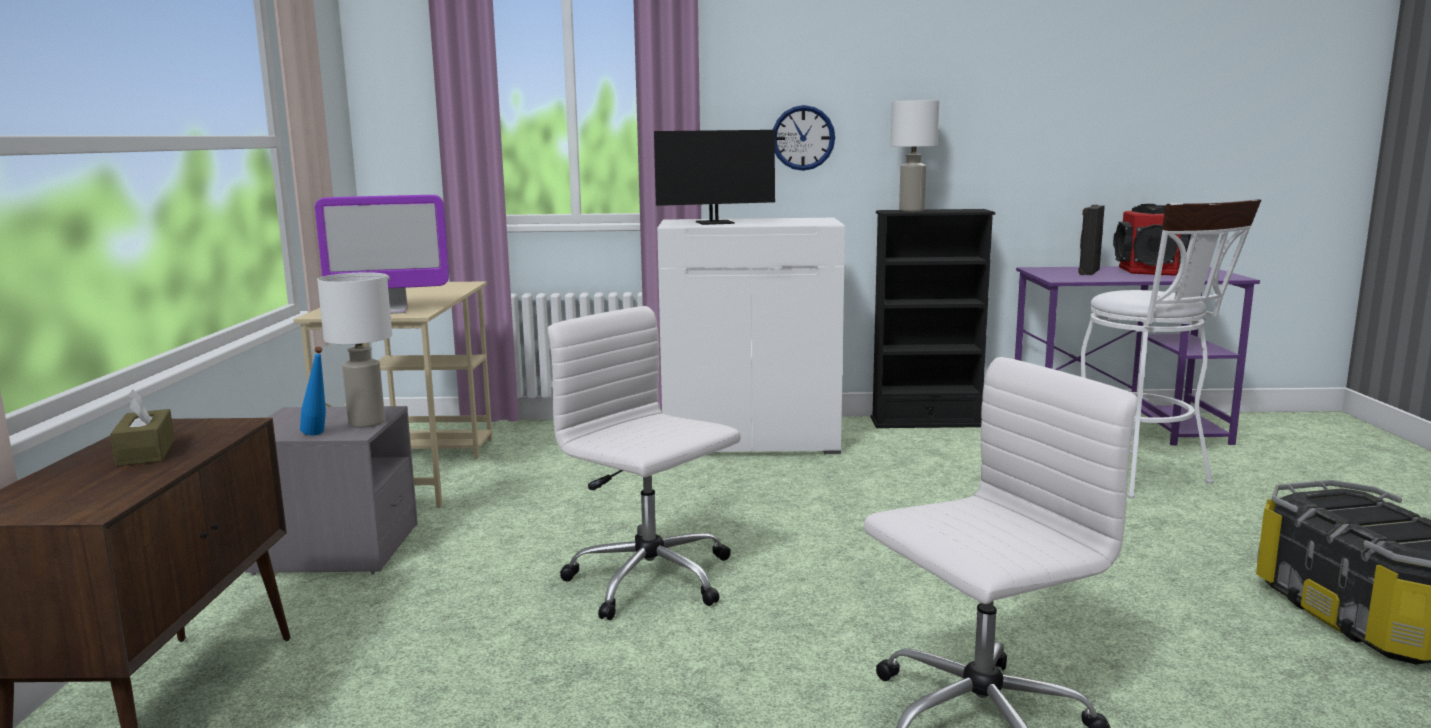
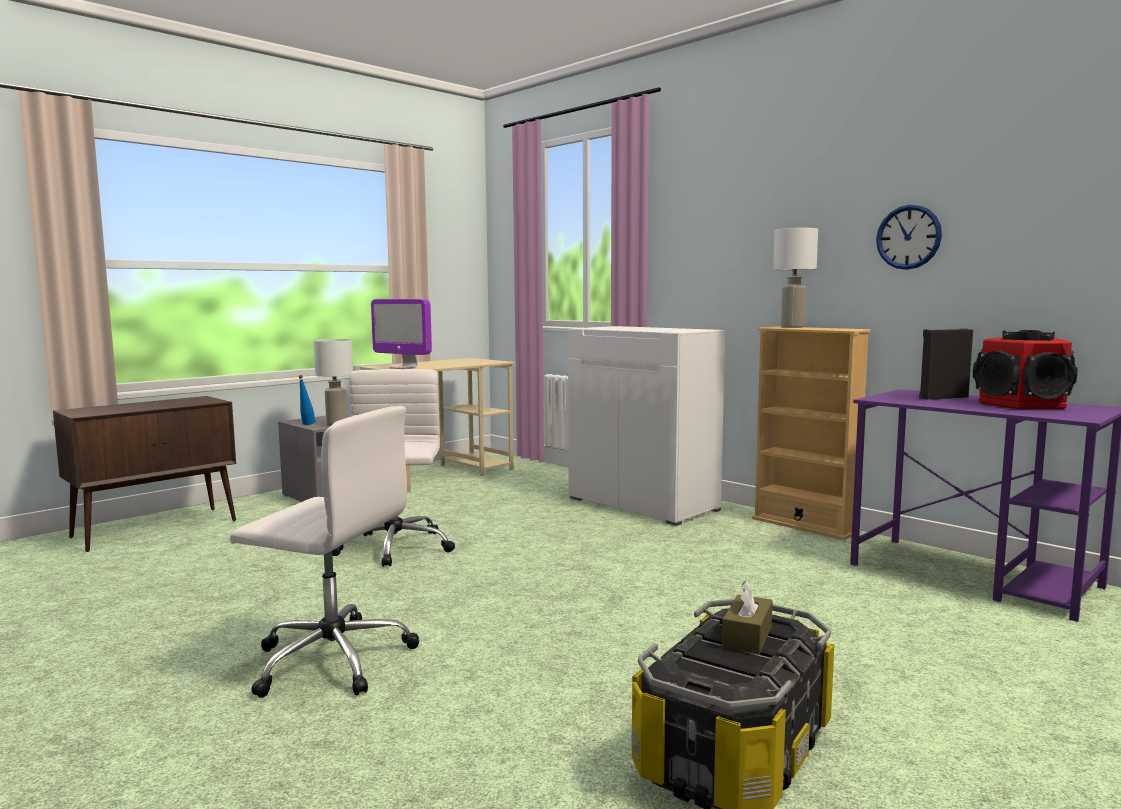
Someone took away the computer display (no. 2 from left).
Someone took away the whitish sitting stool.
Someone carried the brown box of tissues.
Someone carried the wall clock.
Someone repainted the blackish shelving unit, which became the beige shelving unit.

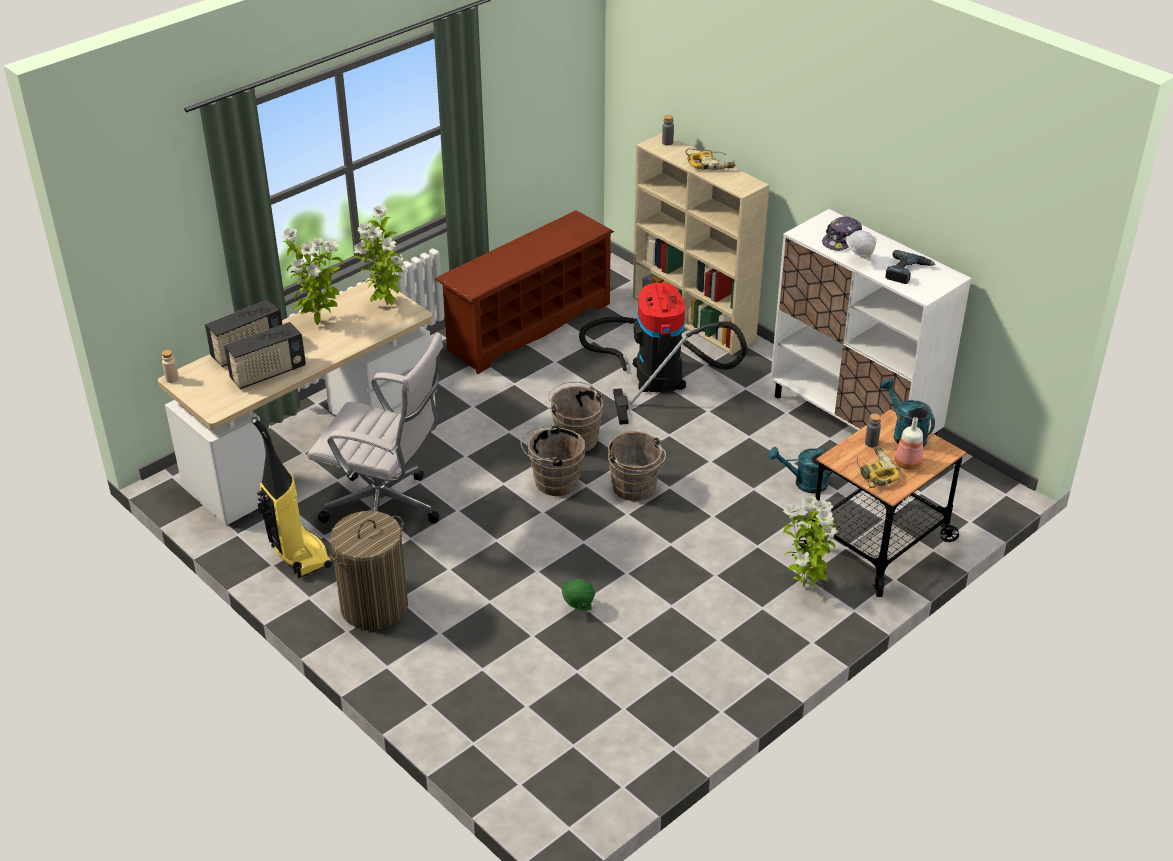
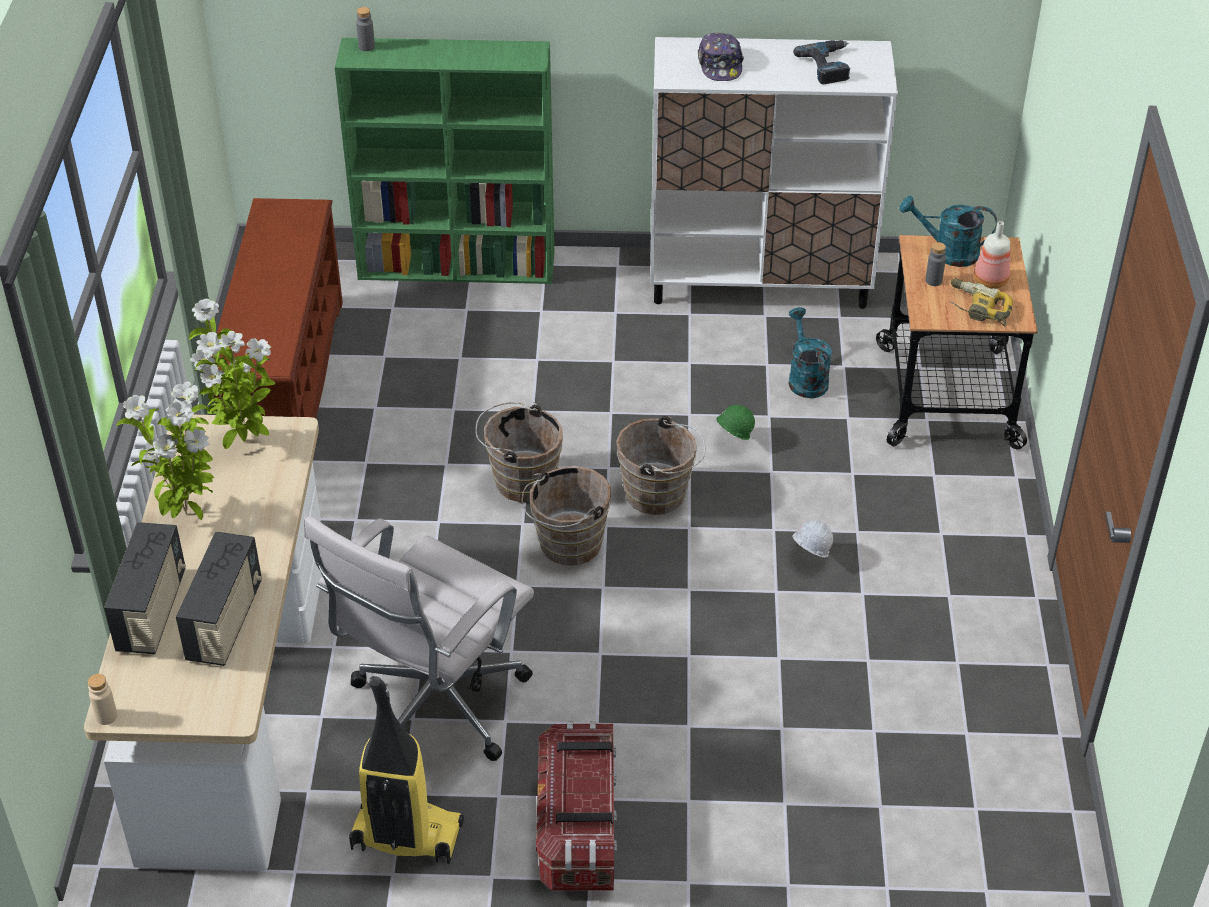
Someone took away the vacuum (no. 2 from left).
Someone took away the drill (no. 1 from left).
Someone took away the plant in a pot (no. 3 from left).
Someone carried the green work helmet.
Someone carried the whitish work helmet.
Someone swapped the washing basket for the storage bin.
Someone repainted the beige shelving unit, which became the green shelving unit.
Someone rotated the whitish office chair by 150 degrees clockwise.
Someone rotated the blue-green sprinkling can (no. 1 from left) by 120 degrees clockwise.

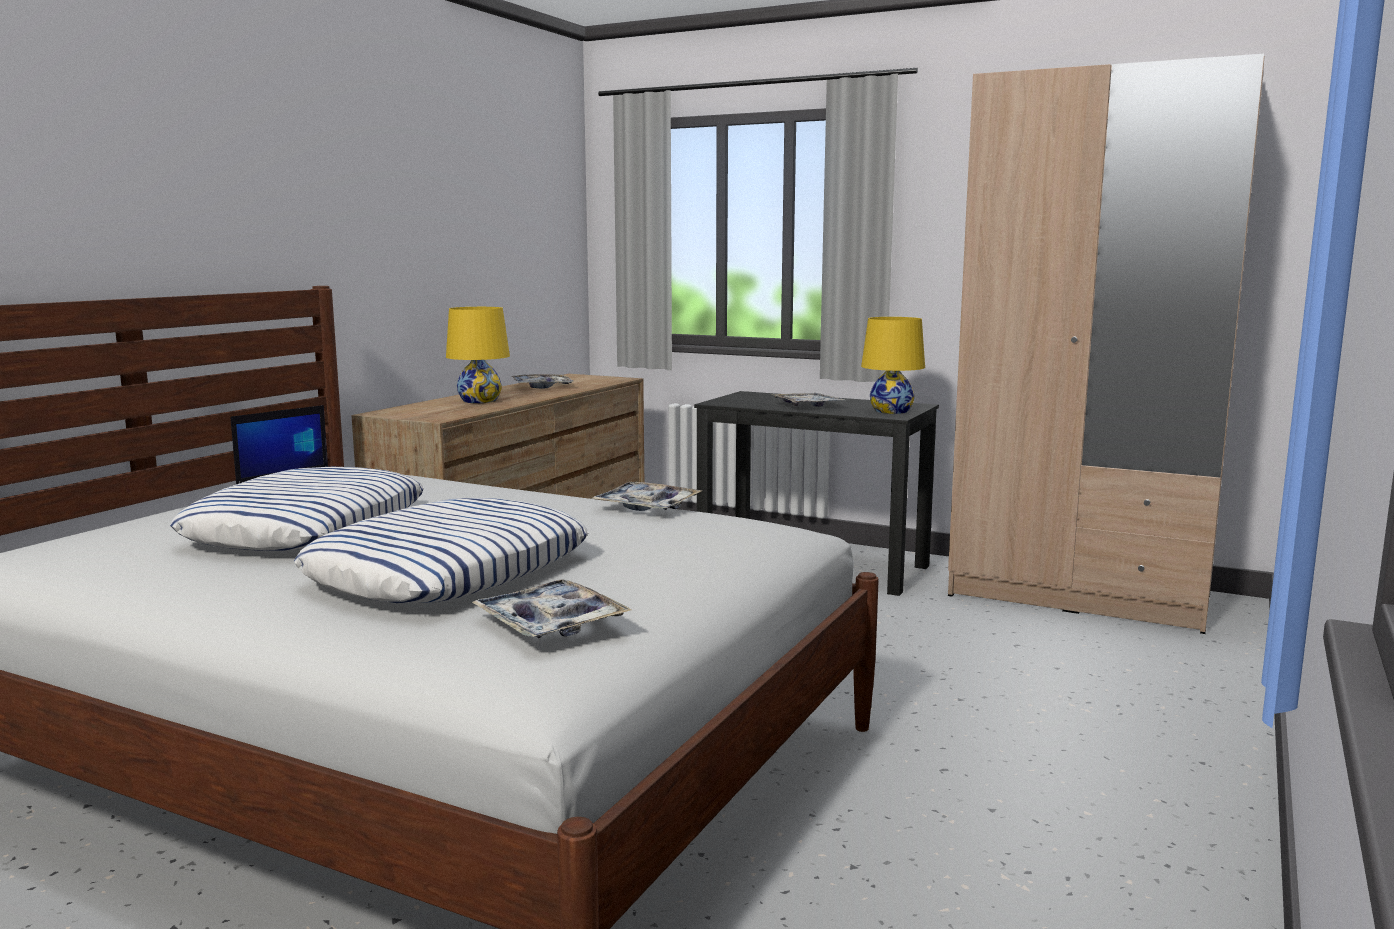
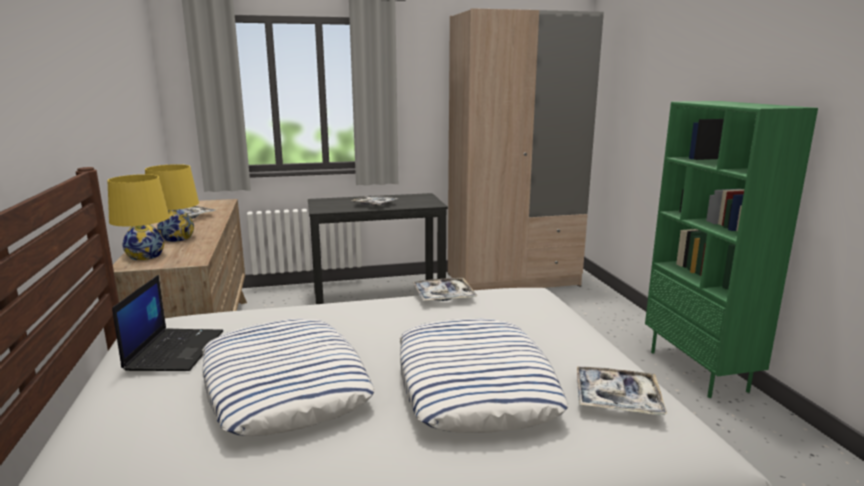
Someone put down the green shelving unit.
Someone carried the yellow-coloured lamp for a table (no. 2 from left in the first image).

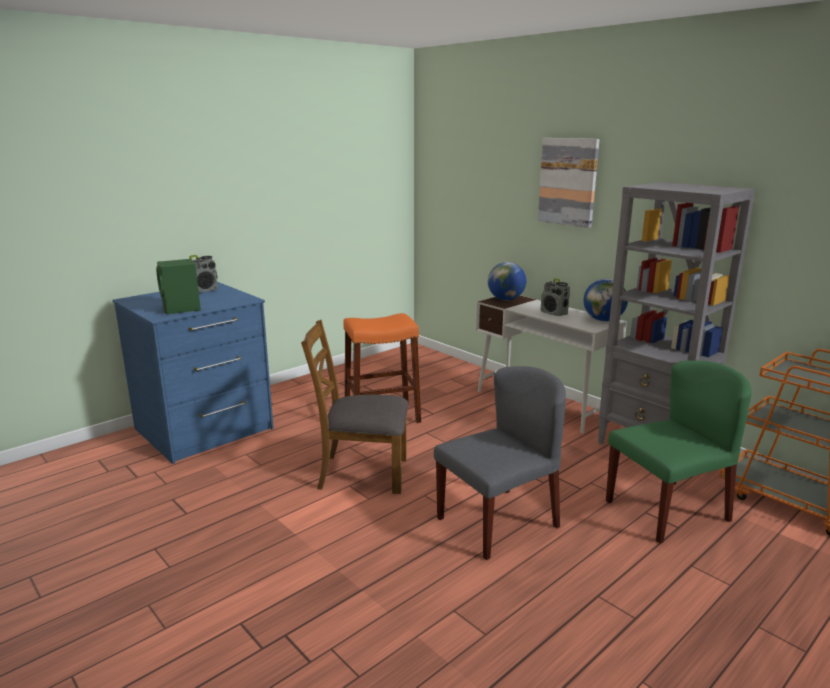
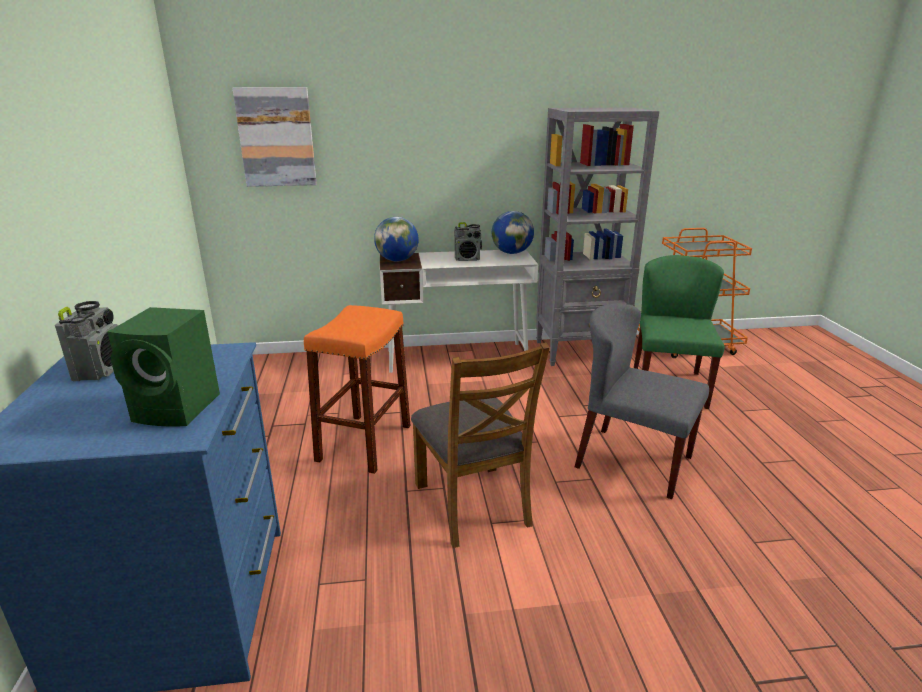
Someone carried the picture.
Someone rotated the brown plain chair by 60 degrees counterclockwise.
Someone rotated the gray plain chair by 60 degrees counterclockwise.

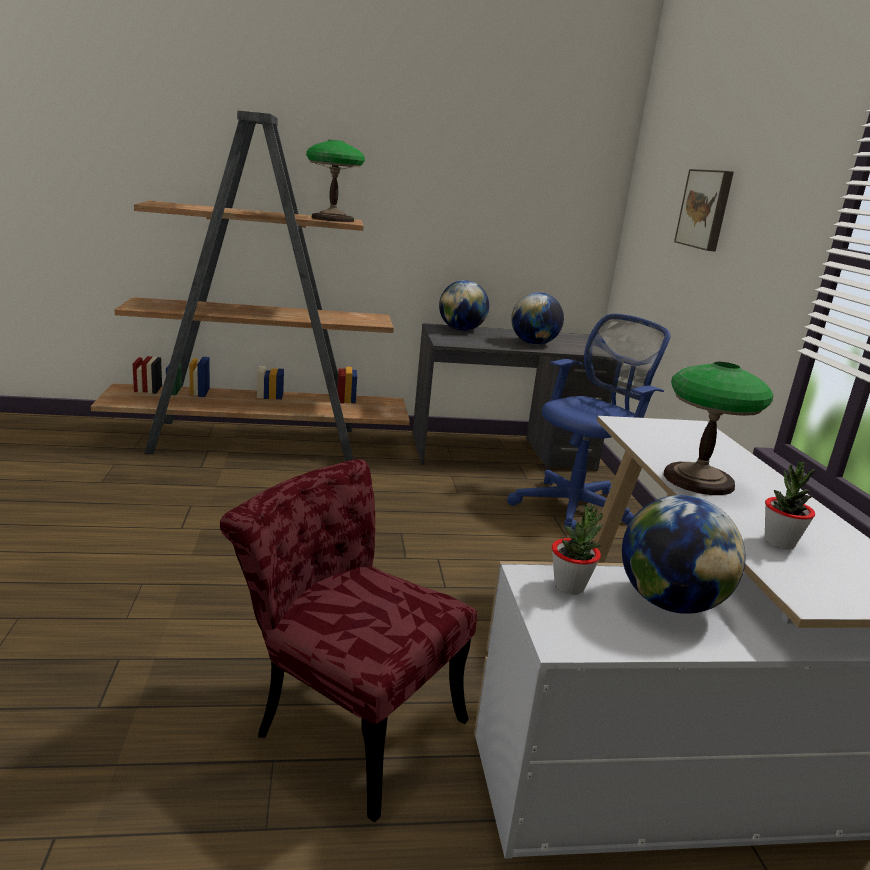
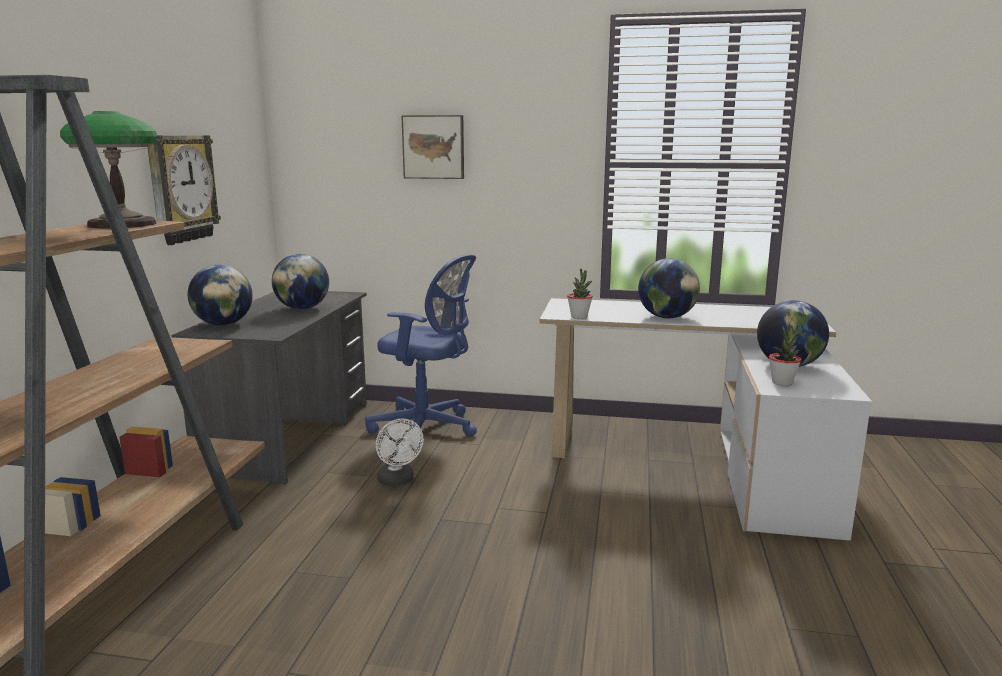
Someone took away the red-coloured plain chair.
Someone put up the wall clock.
Someone put down the whitish electric fan.
Someone carried the plant in a pot (no. 2 from left in the first image).
Someone swapped the lamp for a table (no. 2 from left) for the globe (no. 3 from left).
Someone rotated the blue-coloured office chair by 135 degrees clockwise.

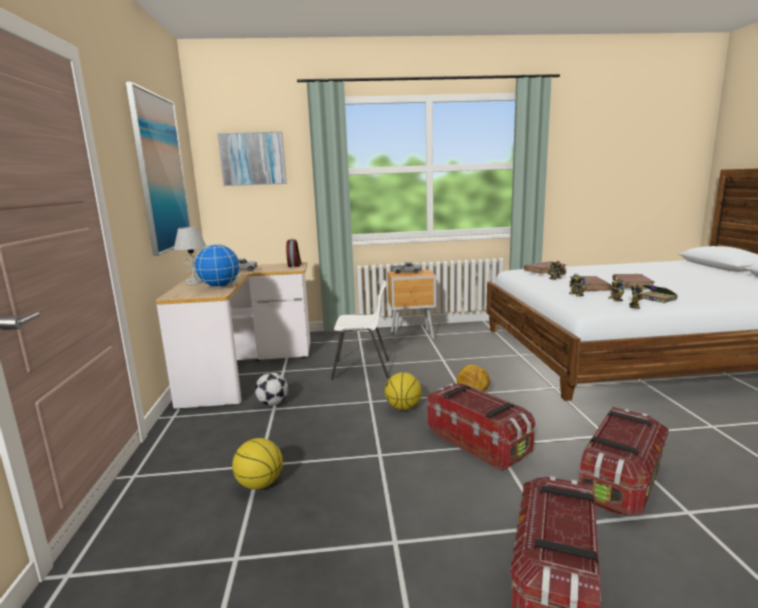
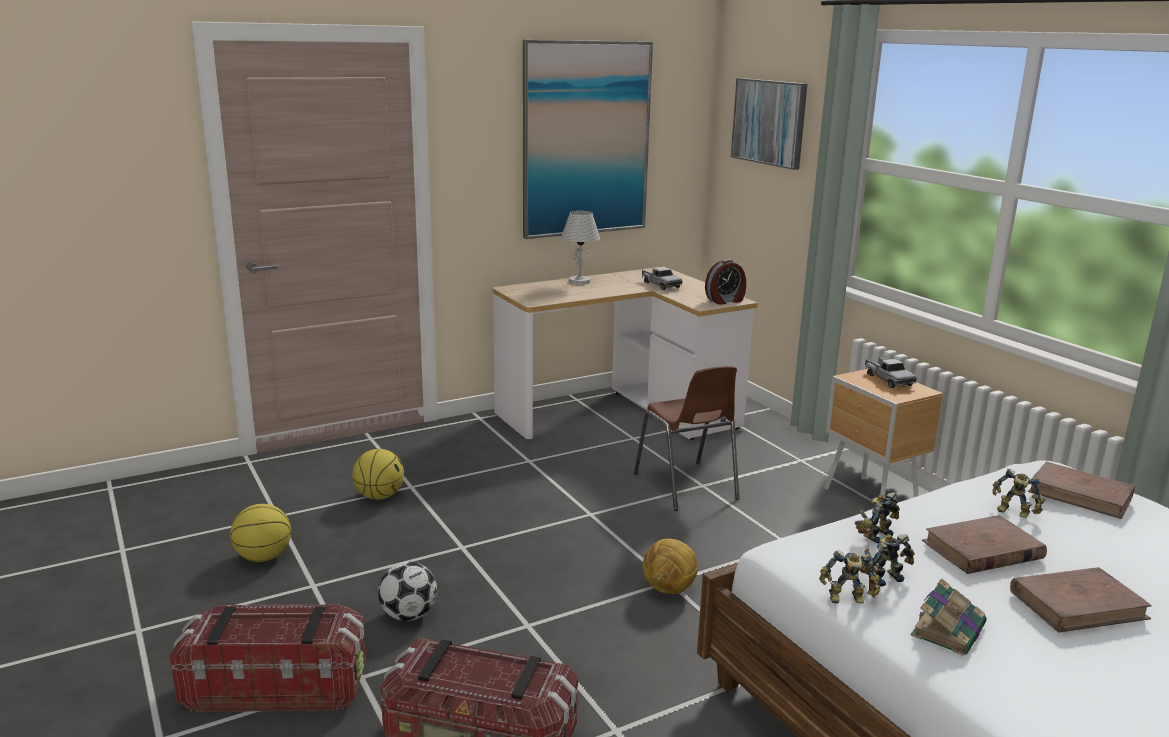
Someone took away the globe.
Someone took away the storage bin (no. 1 from left).
Someone carried the ball for football (no. 1 from left).
Someone carried the basketball ball (no. 2 from left in the first image).
Someone repainted the whitish plain chair, which became the brown plain chair.

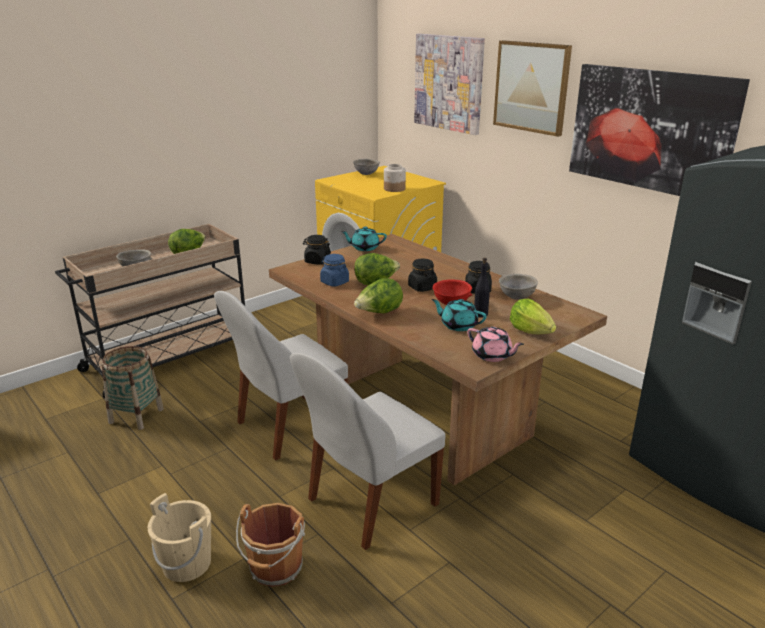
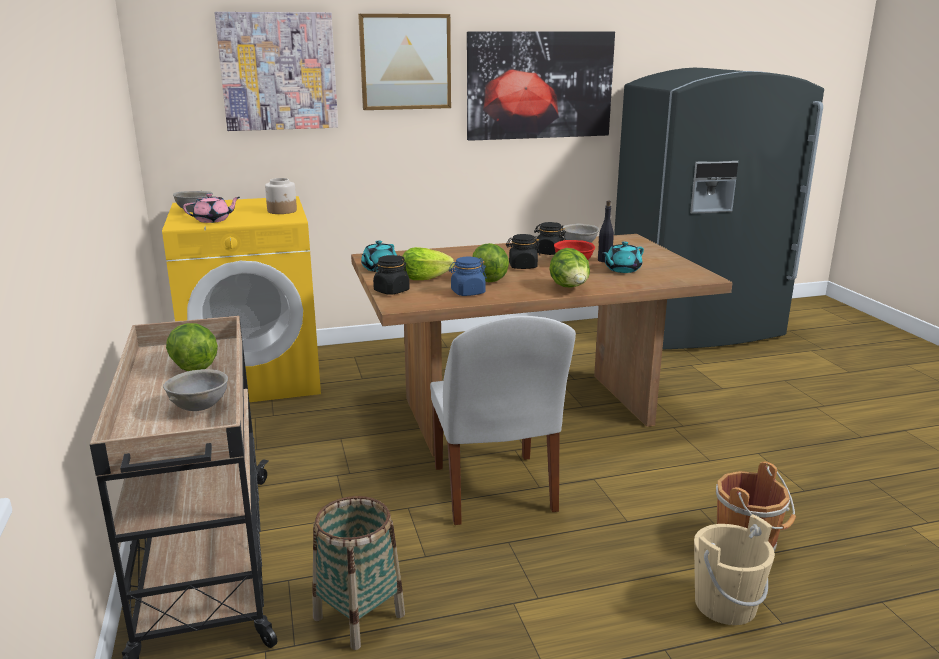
Someone took away the whitish plain chair (no. 2 from left).
Someone carried the pinkish pot for tea.
Someone carried the lettuce head (no. 4 from left in the first image).

